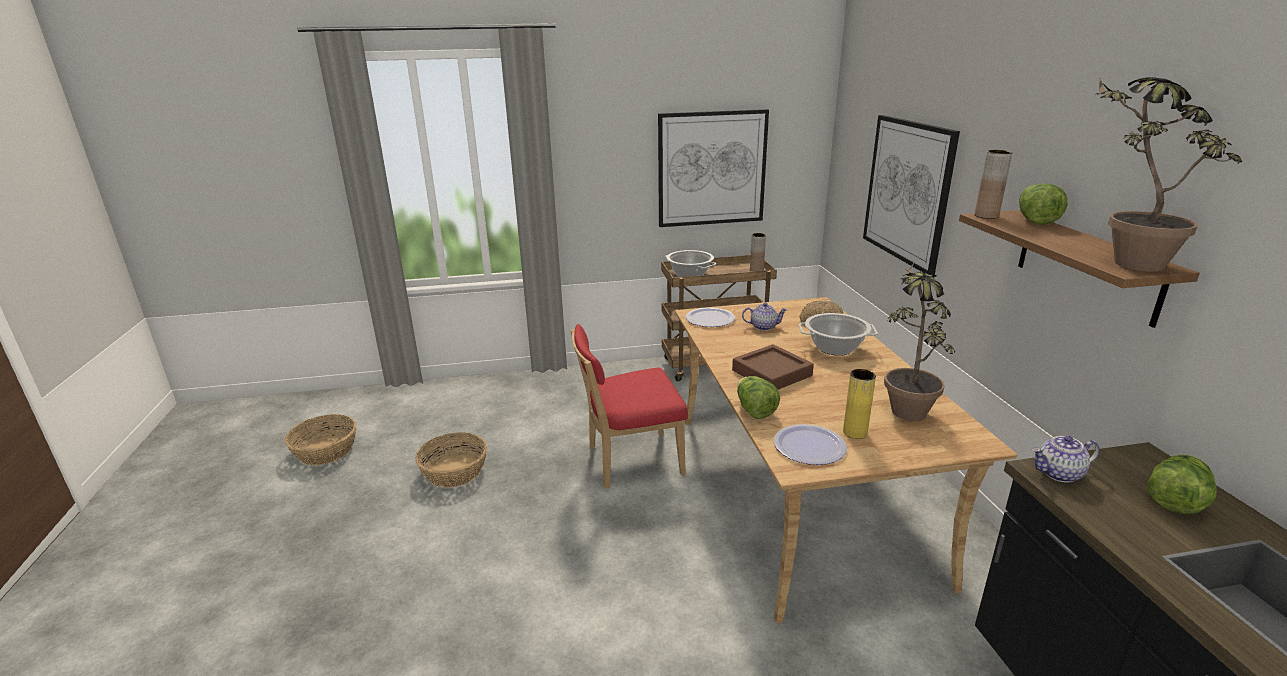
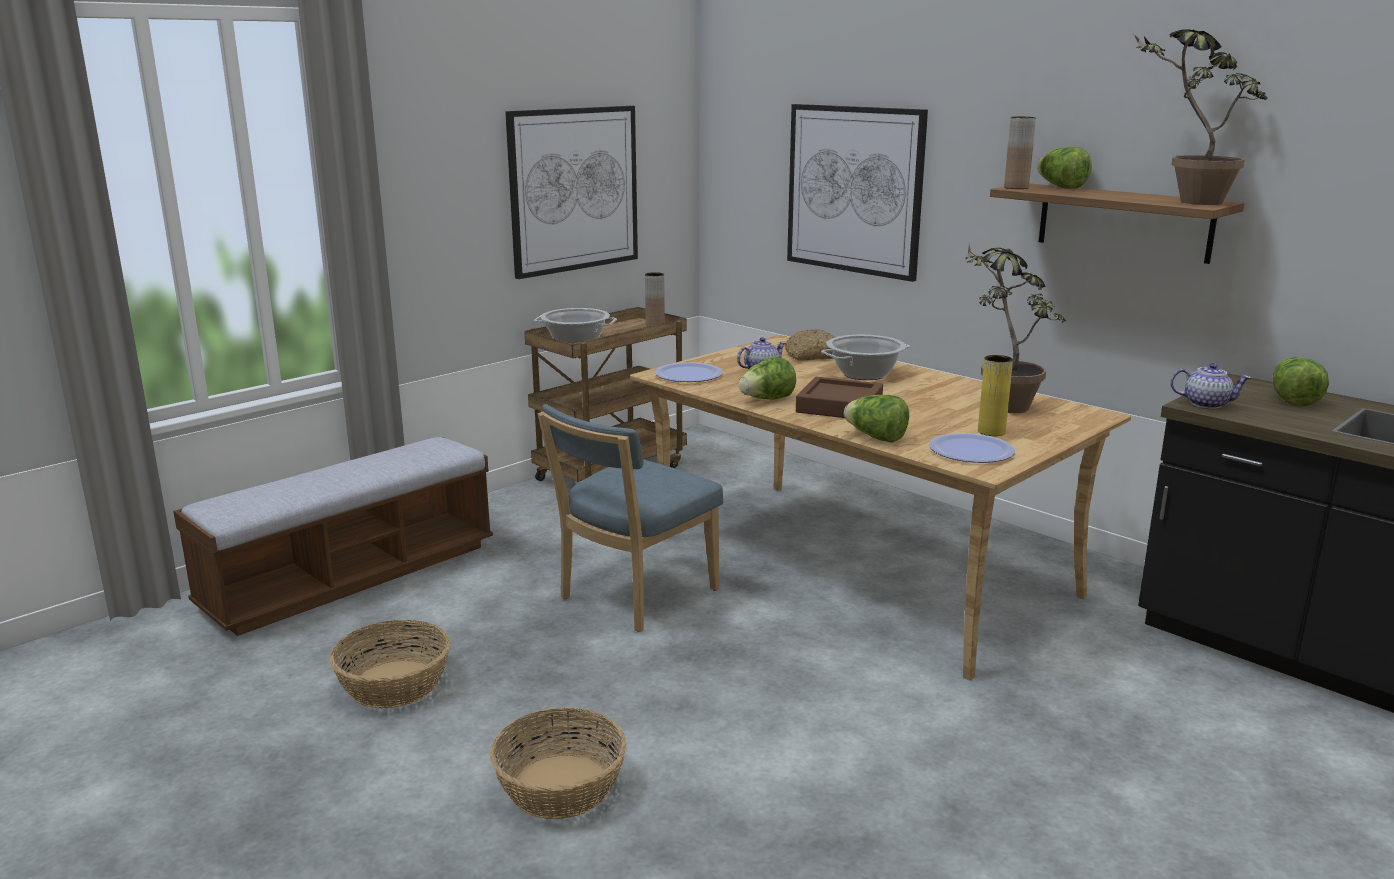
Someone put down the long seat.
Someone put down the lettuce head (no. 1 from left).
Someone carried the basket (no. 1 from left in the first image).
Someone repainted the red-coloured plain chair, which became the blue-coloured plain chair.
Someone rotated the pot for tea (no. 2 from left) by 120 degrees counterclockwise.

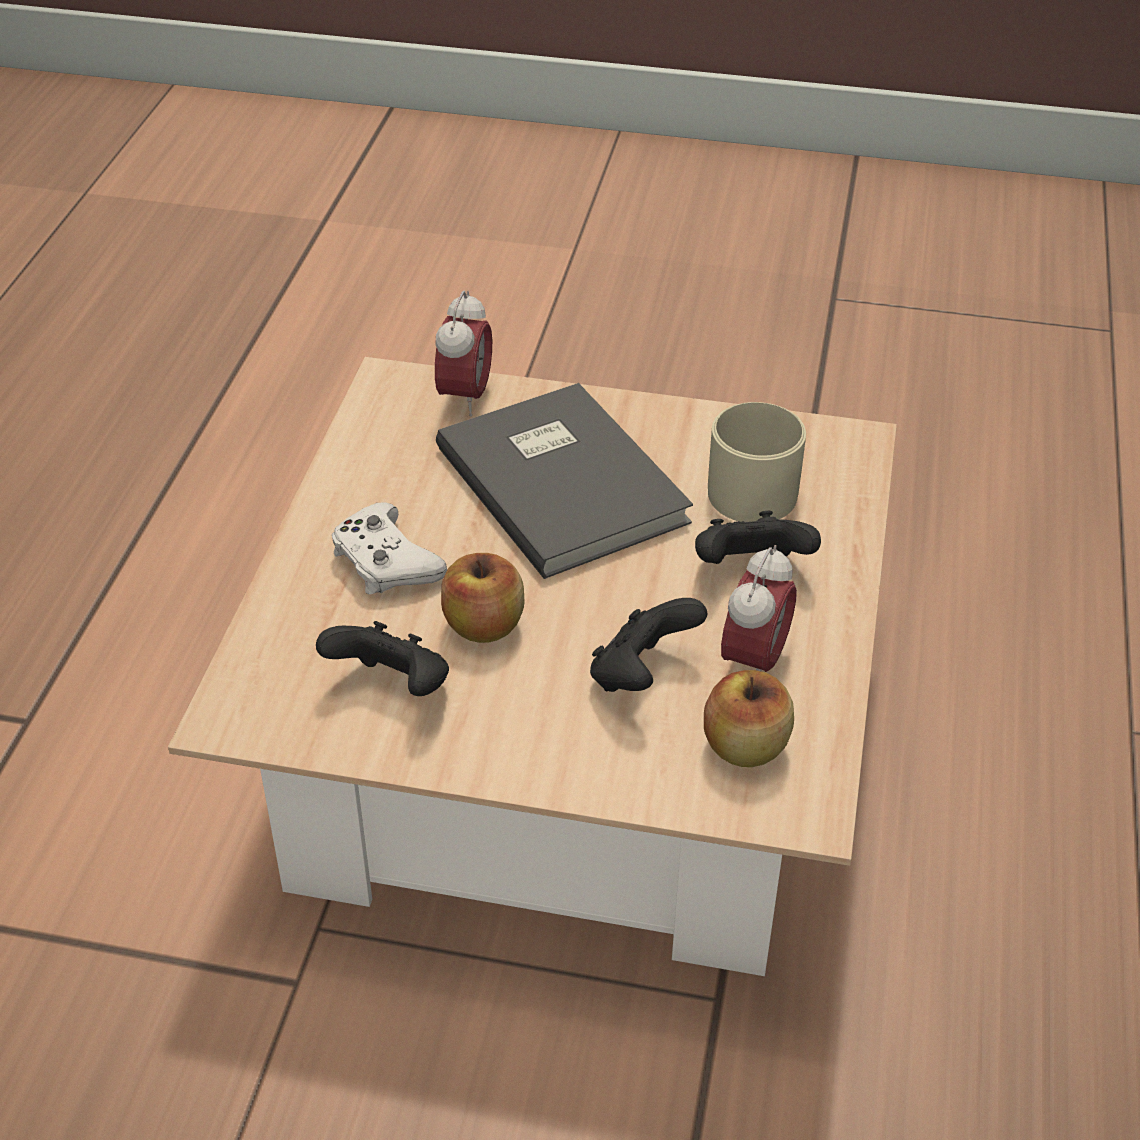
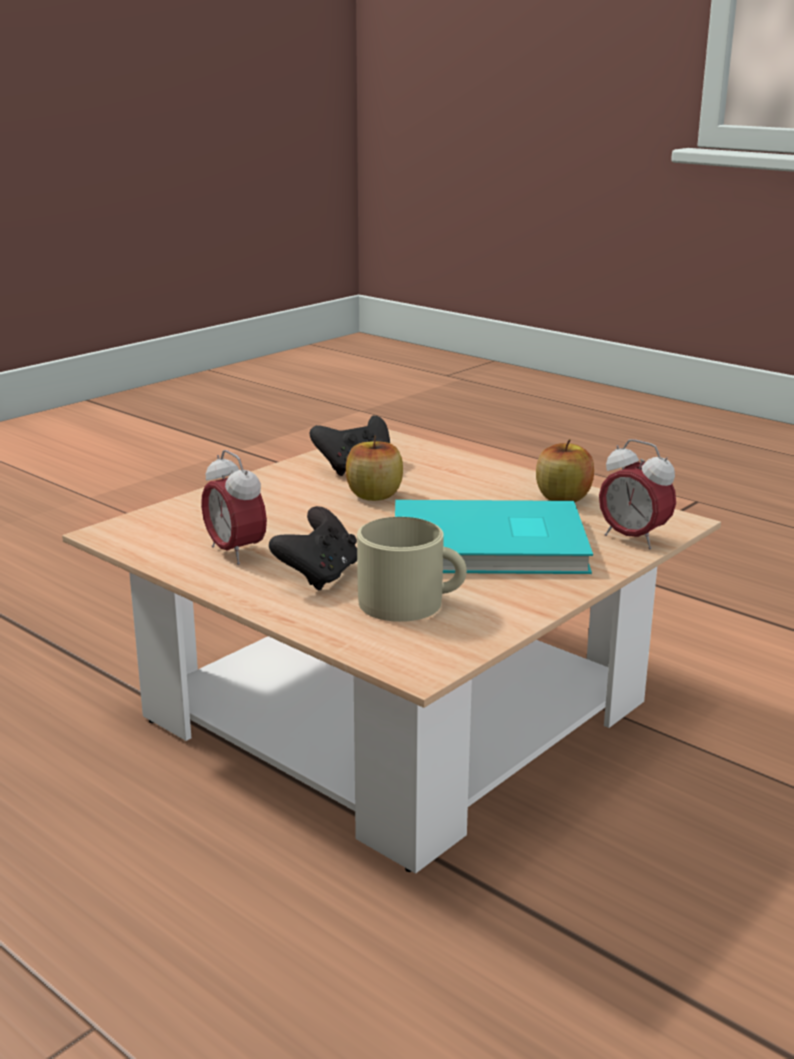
Someone took away the whitish gamepad.
Someone took away the blackish gamepad (no. 2 from left).
Someone carried the whole apple (no. 2 from left).
Someone repainted the gray volume, which became the blue-green volume.

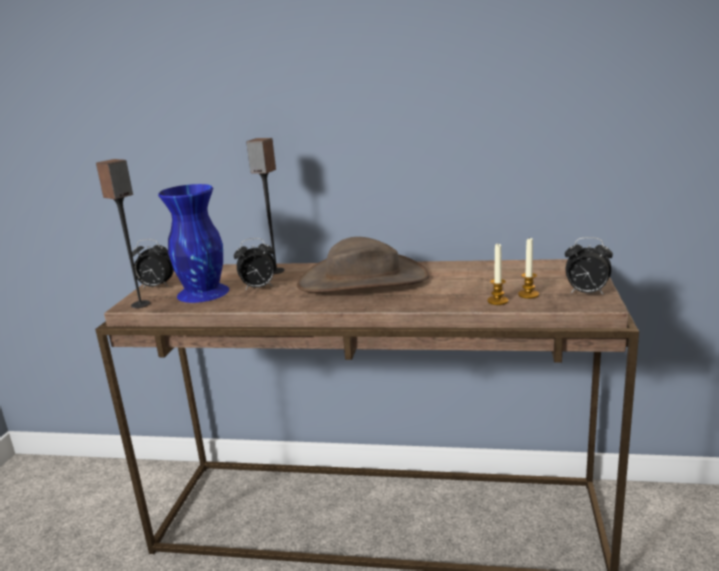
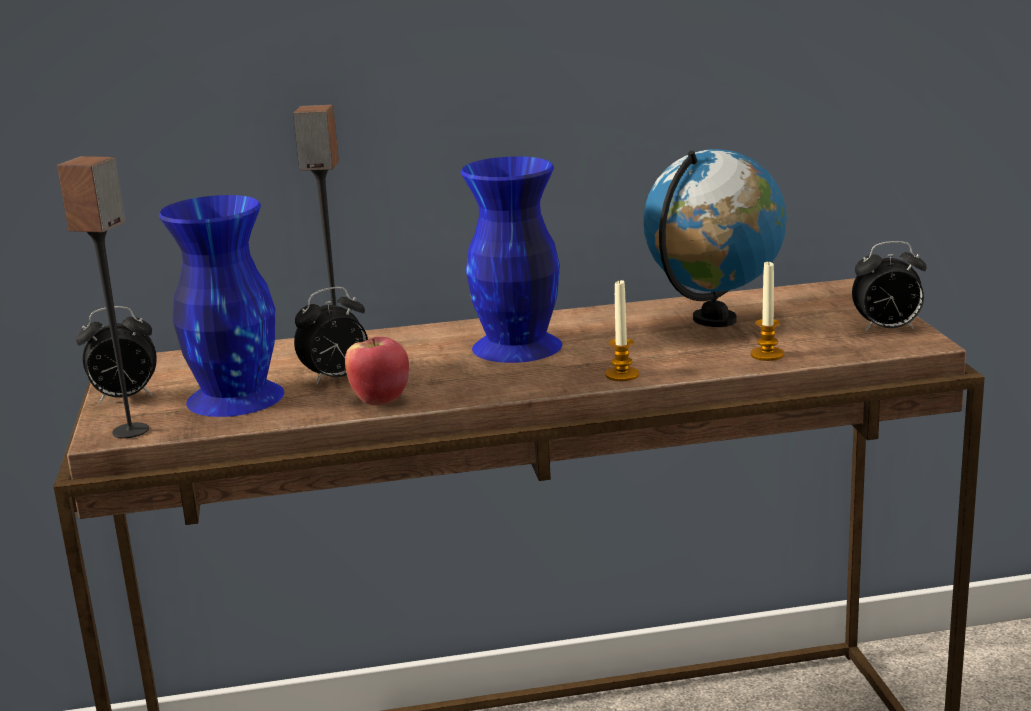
Someone put down the whole apple.
Someone put down the globe.
Someone carried the wax candle (no. 2 from left in the first image).
Someone swapped the brown wearable hat for the blue-coloured flower vase (no. 2 from left).

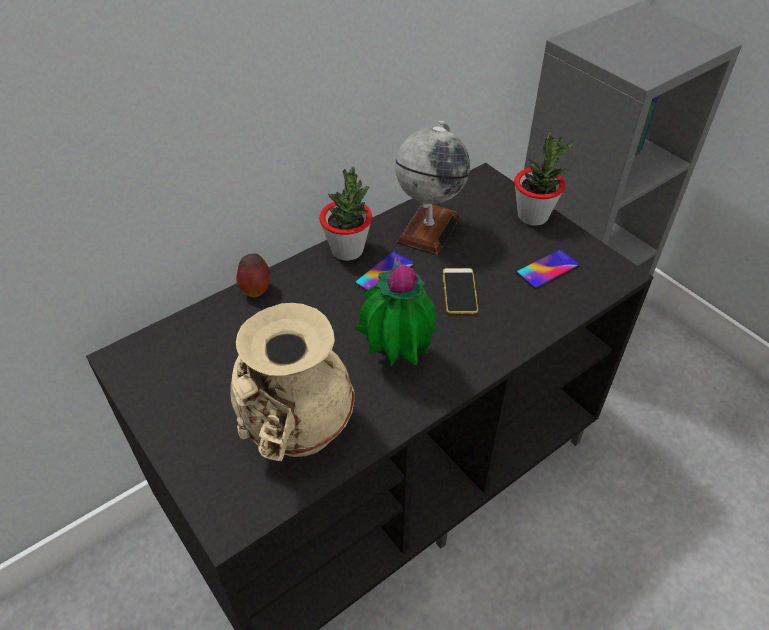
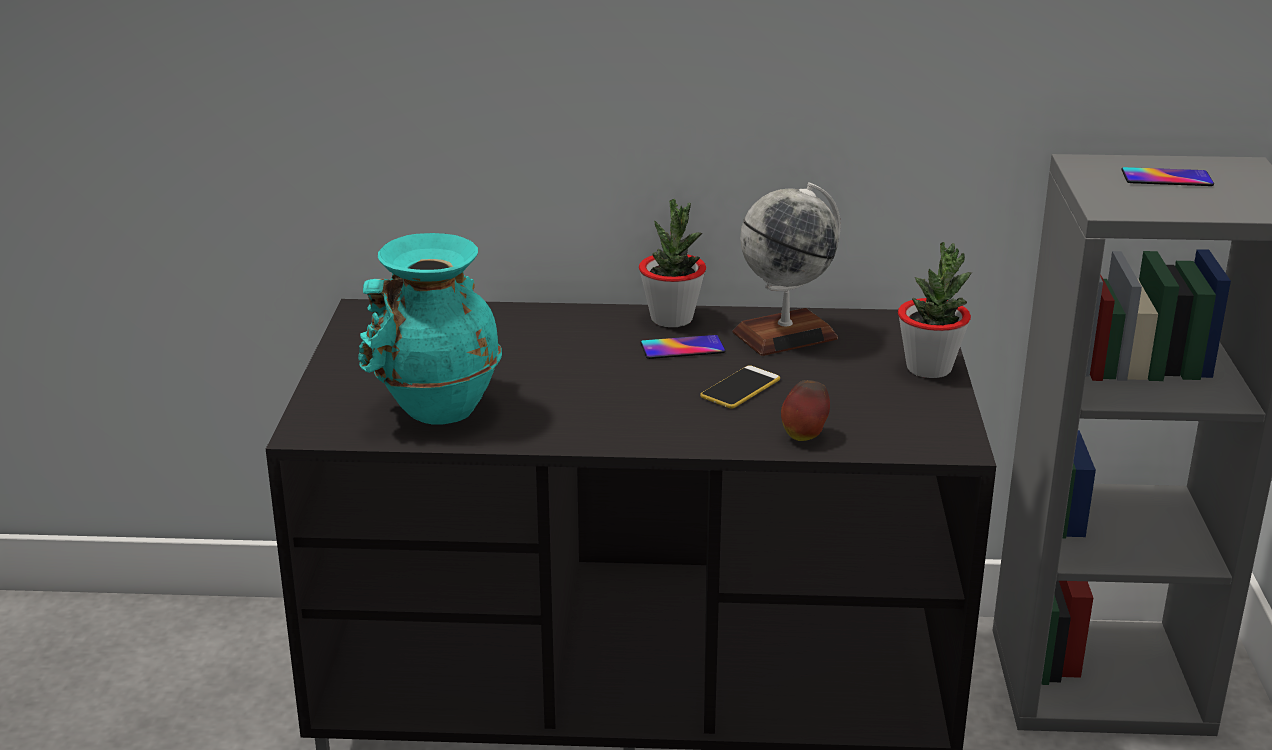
Someone took away the plant in a pot (no. 2 from left).
Someone carried the whole apple.
Someone carried the telephone (no. 3 from left).
Someone repainted the beige flower vase, which became the blue-green flower vase.

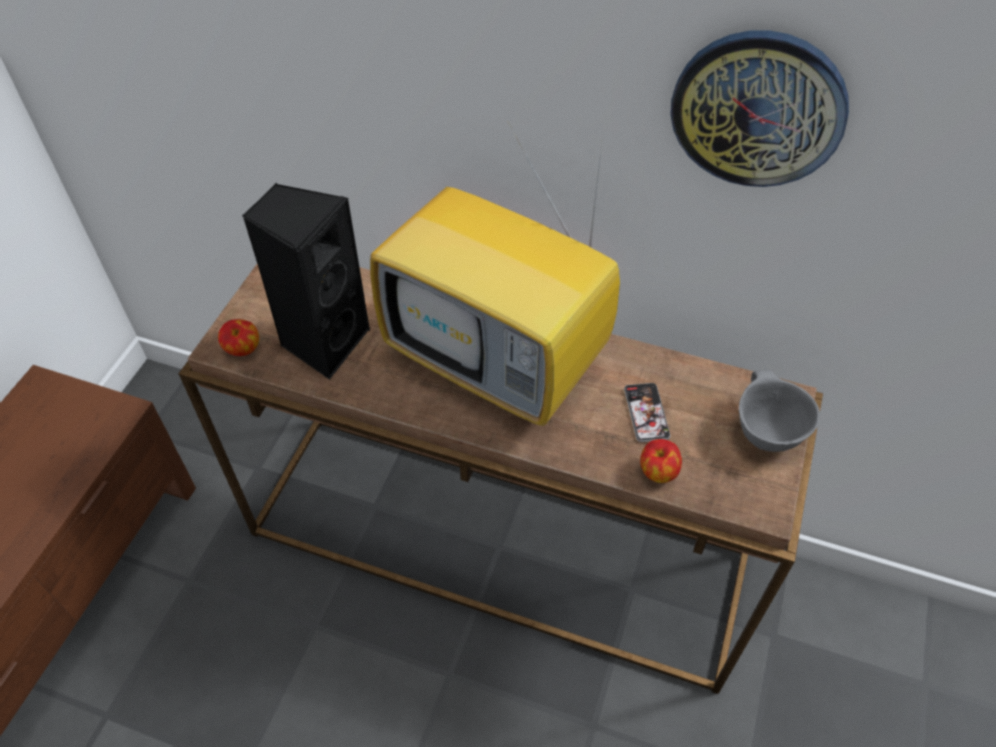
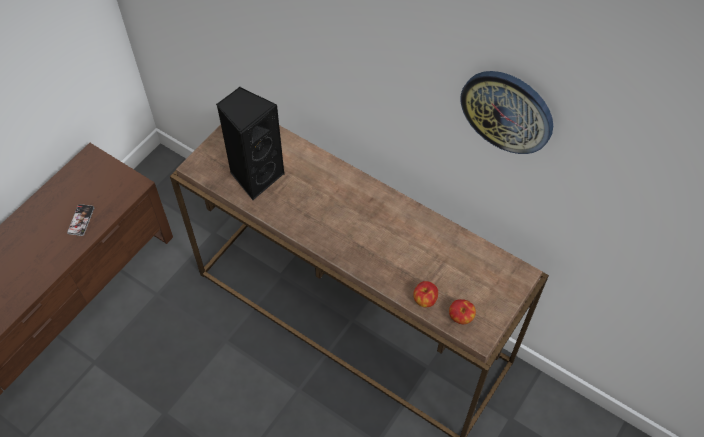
Someone took away the television.
Someone took away the gray deep dish.
Someone carried the whole apple (no. 1 from left in the first image).
Someone carried the telephone.

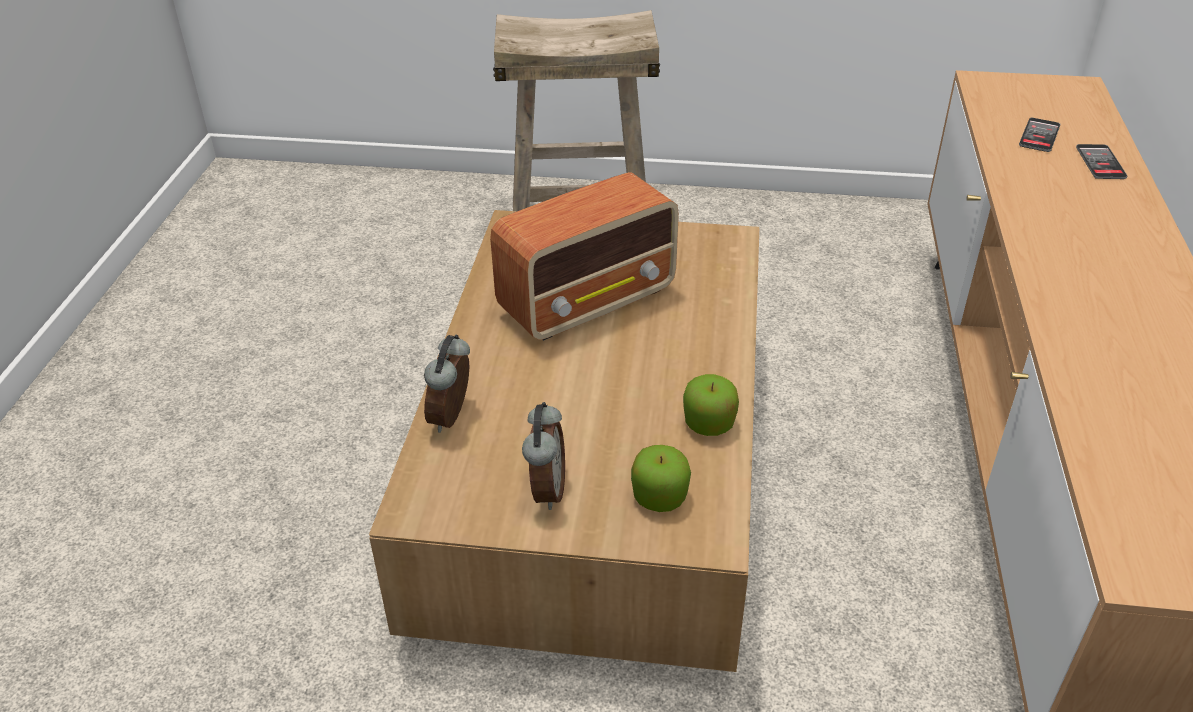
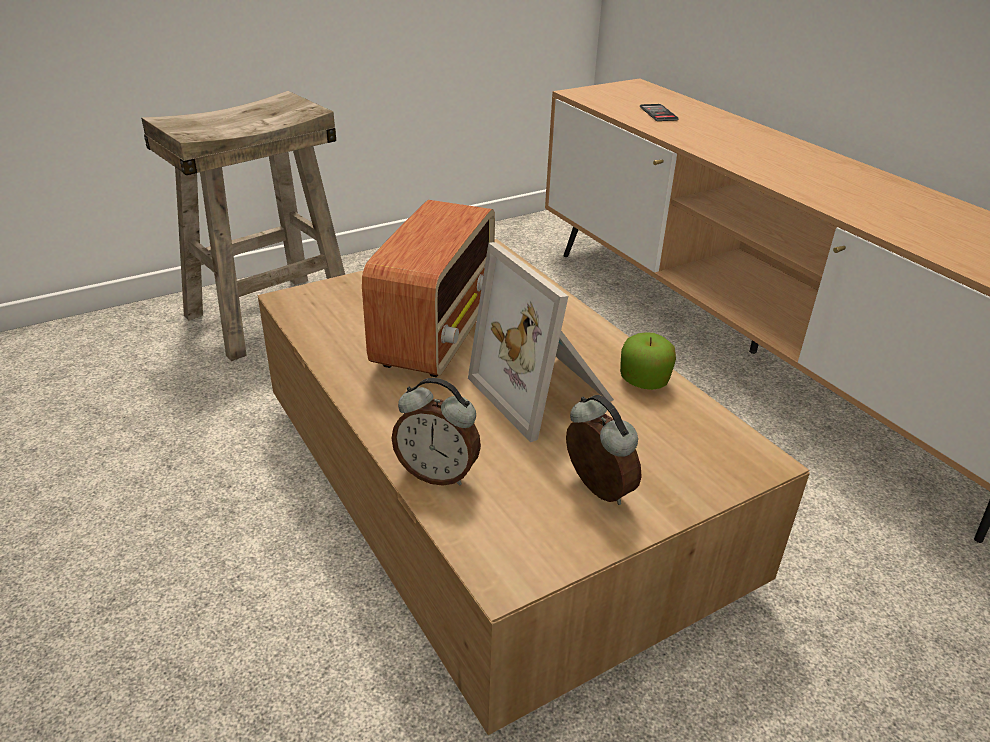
Someone took away the whole apple (no. 1 from left).
Someone took away the telephone (no. 2 from left).
Someone put down the standing frame.
Someone rotated the bedside clock (no. 1 from left) by 45 degrees counterclockwise.

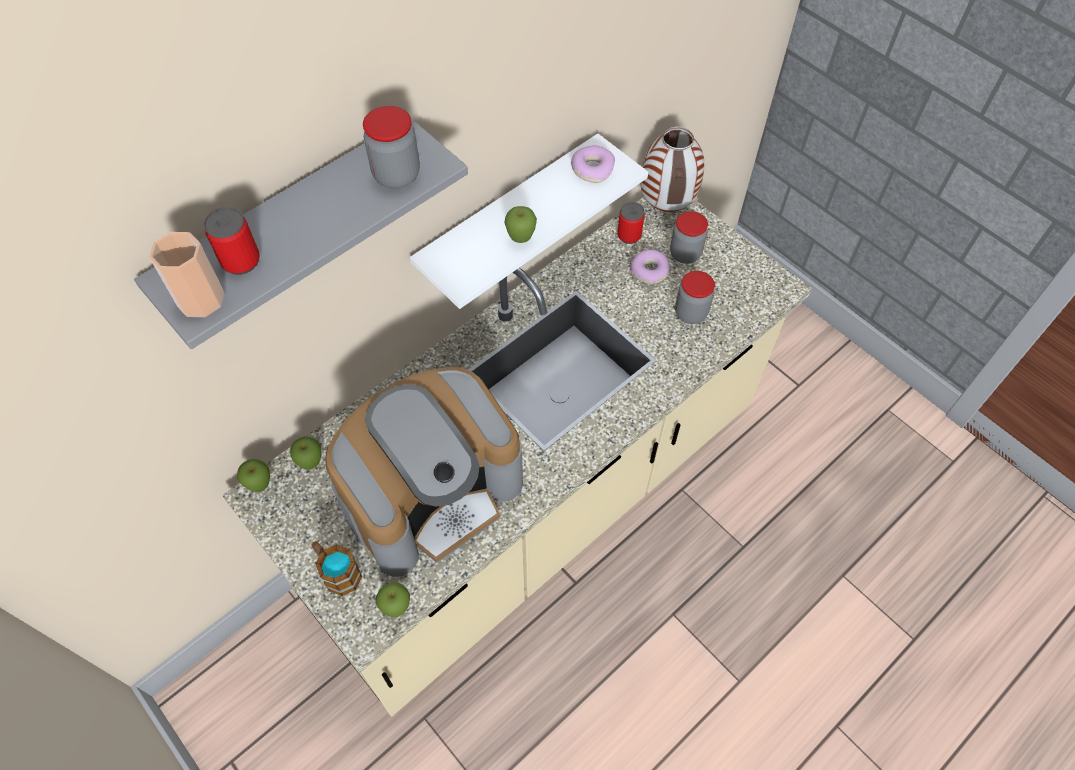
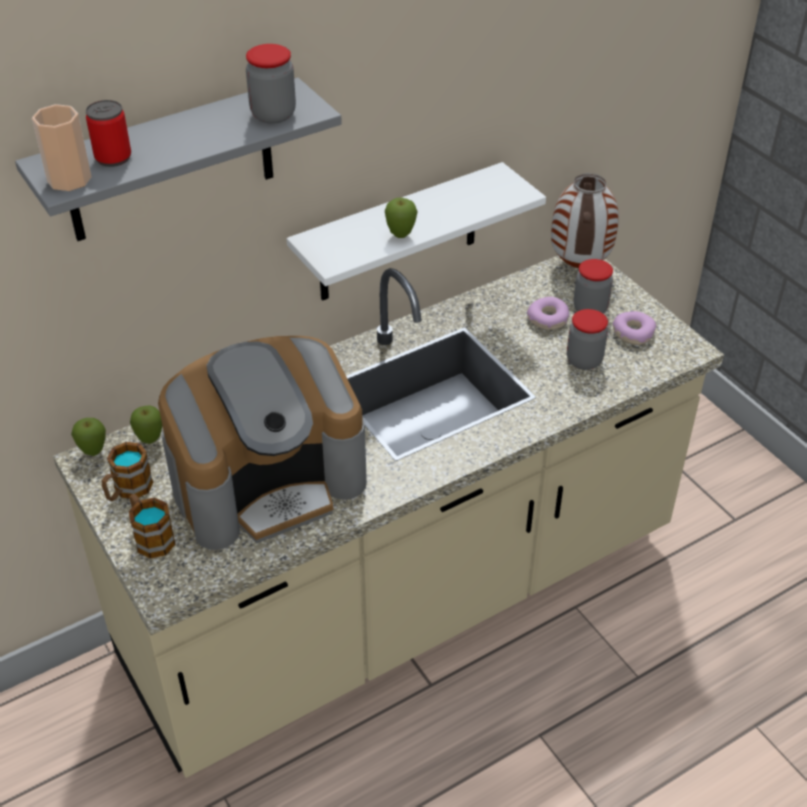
Someone took away the whole apple (no. 3 from left).
Someone took away the metal can (no. 2 from left).
Someone put down the tea mug (no. 1 from left).
Someone carried the donut (no. 1 from left in the first image).

